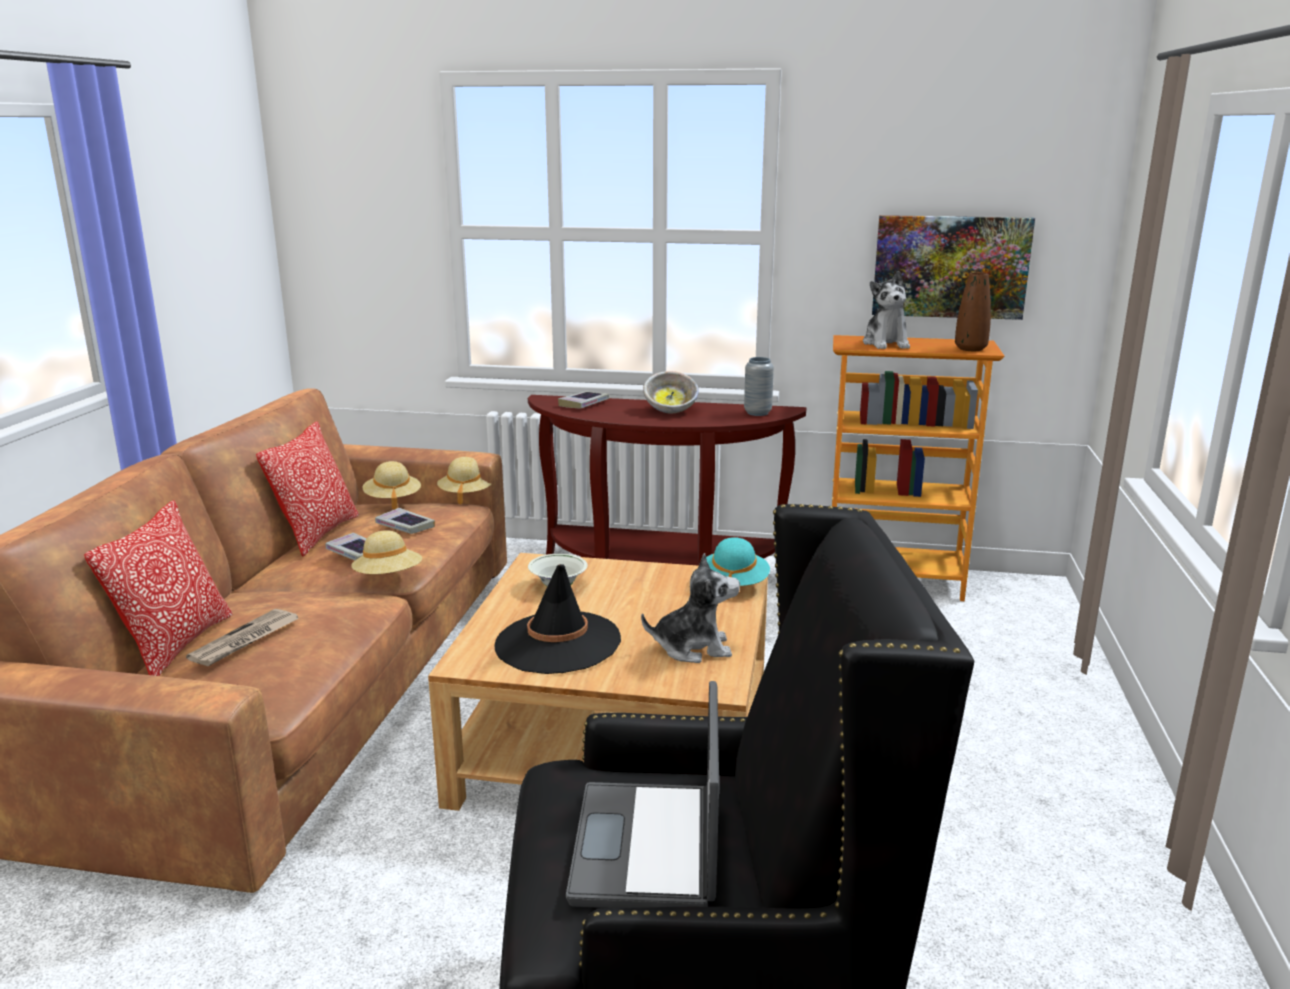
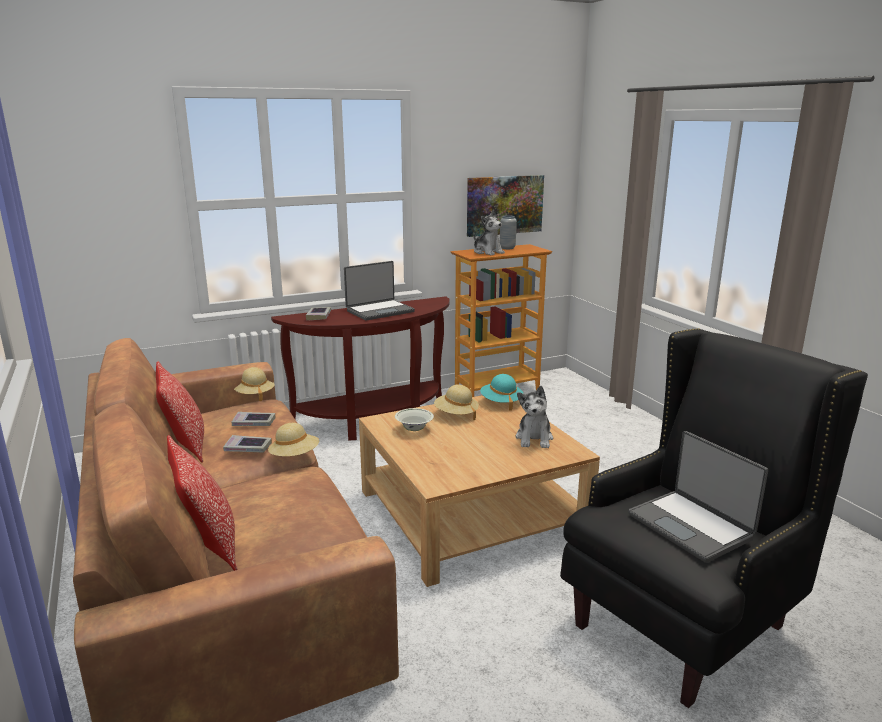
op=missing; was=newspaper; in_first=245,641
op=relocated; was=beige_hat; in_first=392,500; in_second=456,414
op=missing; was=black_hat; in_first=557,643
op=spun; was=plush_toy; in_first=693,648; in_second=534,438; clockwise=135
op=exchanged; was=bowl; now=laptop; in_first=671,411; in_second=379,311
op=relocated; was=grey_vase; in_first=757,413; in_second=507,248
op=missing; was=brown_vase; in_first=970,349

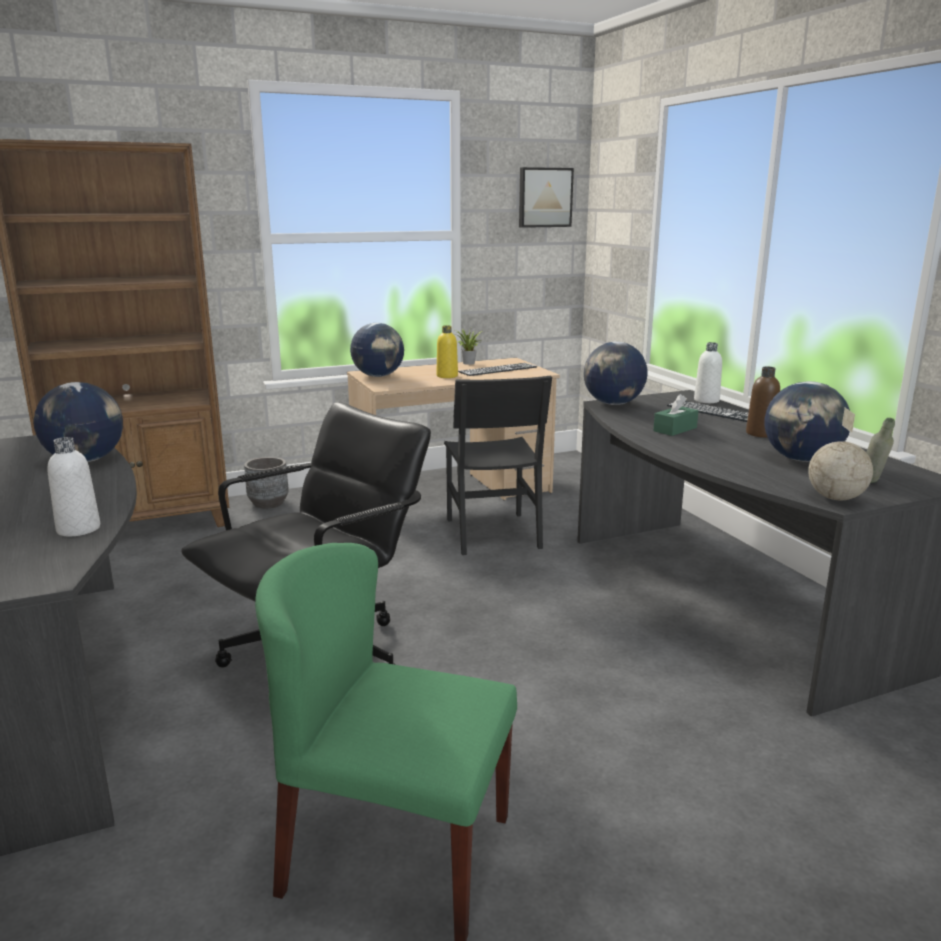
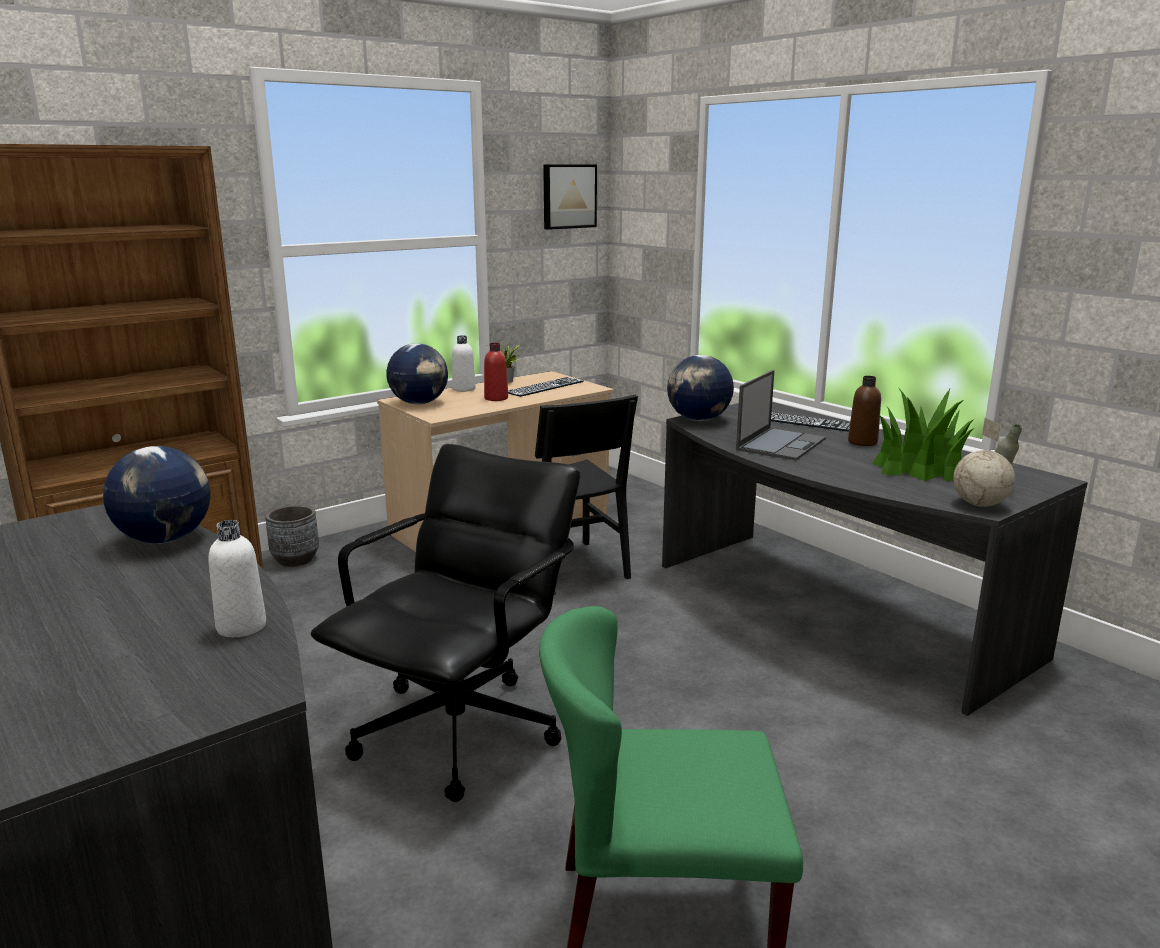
op=colour; was=yellow_bottle; now=red_bottle; in_first=447,376; in_second=496,398
op=exchanged; was=green_tissue_box; now=laptop; in_first=675,429; in_second=781,444
op=relocated; was=white_bottle; in_first=706,400; in_second=464,389
op=exchanged; was=globe; now=potted_plant; in_first=801,459; in_second=919,467

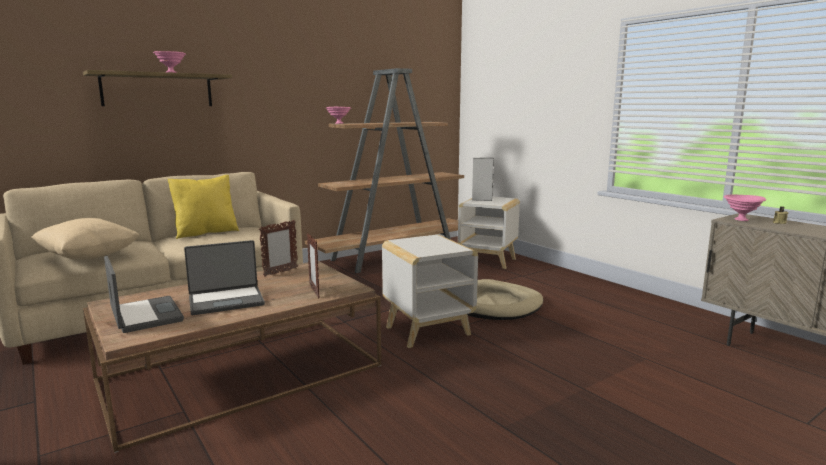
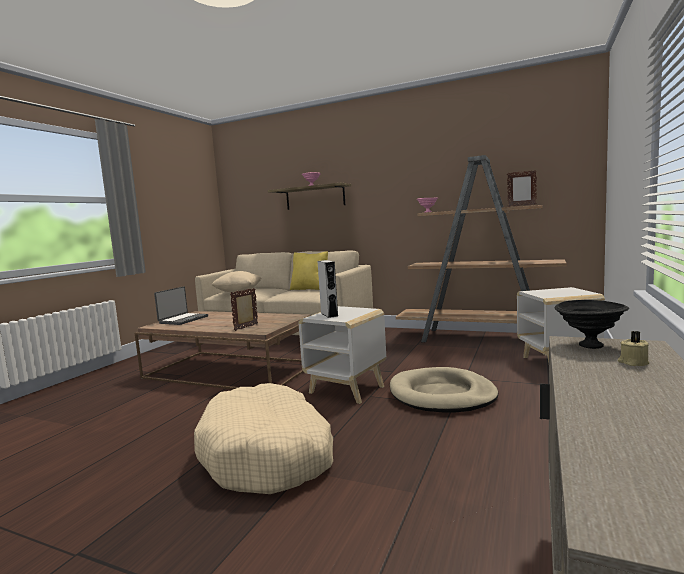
op=missing; was=laptop; in_first=226,301
op=relocated; was=picture_frame; in_first=280,272; in_second=521,206
op=relocated; was=grey_speaker; in_first=482,199; in_second=329,314
op=colour; was=pink_bowl; now=black_bowl; in_first=742,220; in_second=589,346
op=appeared; now=beige_dog_bed; in_second=268,454

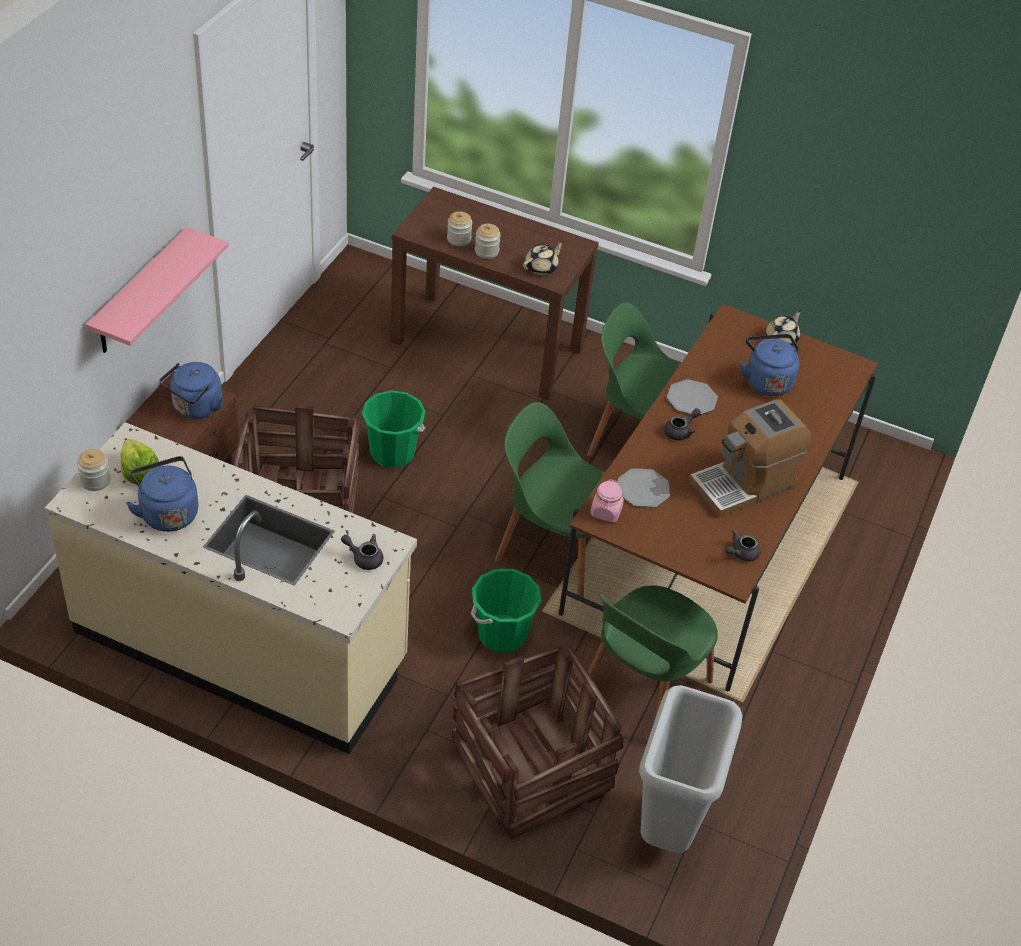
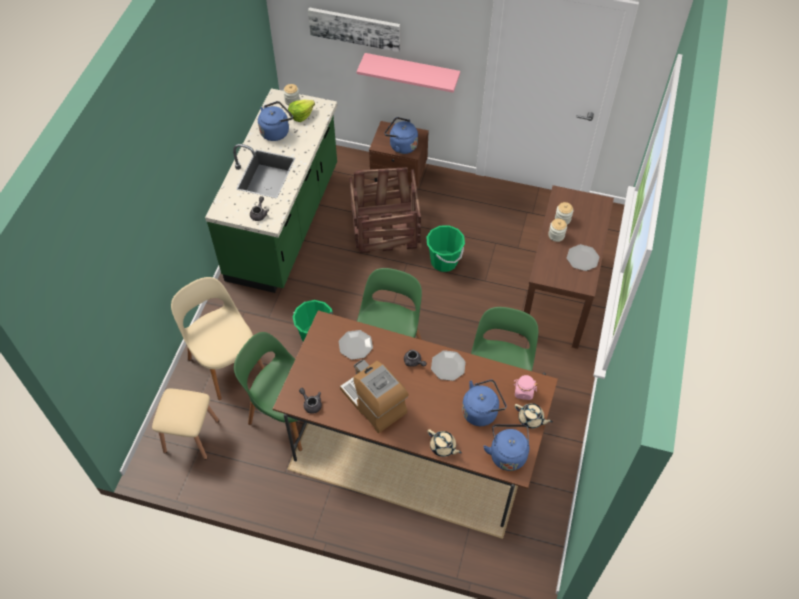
op=colour; was=beige_counter; now=green_counter; in_first=241,647; in_second=285,223
op=exchanged; was=crate; now=beige_chair; in_first=530,767; in_second=225,362
op=relocated; was=beige_teapot; in_first=542,267; in_second=443,447
op=relocated; was=pink_jar; in_first=606,512; in_second=523,392
op=exchanged; was=grey_trash_can; now=beige_stool; in_first=669,830; in_second=191,436
op=appeared; now=picture; in_second=355,28
op=appeared; now=blue_kettle; in_second=507,453
op=appeared; now=plate; in_second=582,258

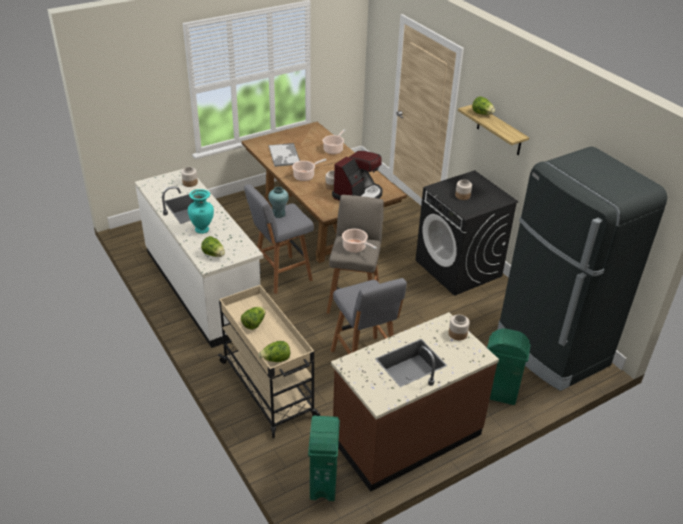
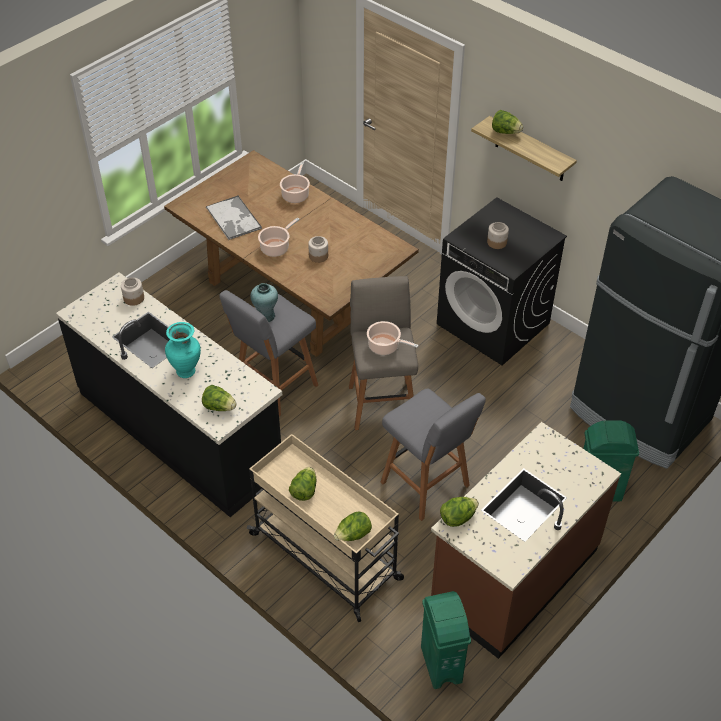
op=colour; was=white_counter; now=black_counter; in_first=203,287; in_second=180,430
op=missing; was=coffee_machine; in_first=358,195
op=missing; was=jar; in_first=457,333
op=appeared; now=lettuce; in_second=458,518

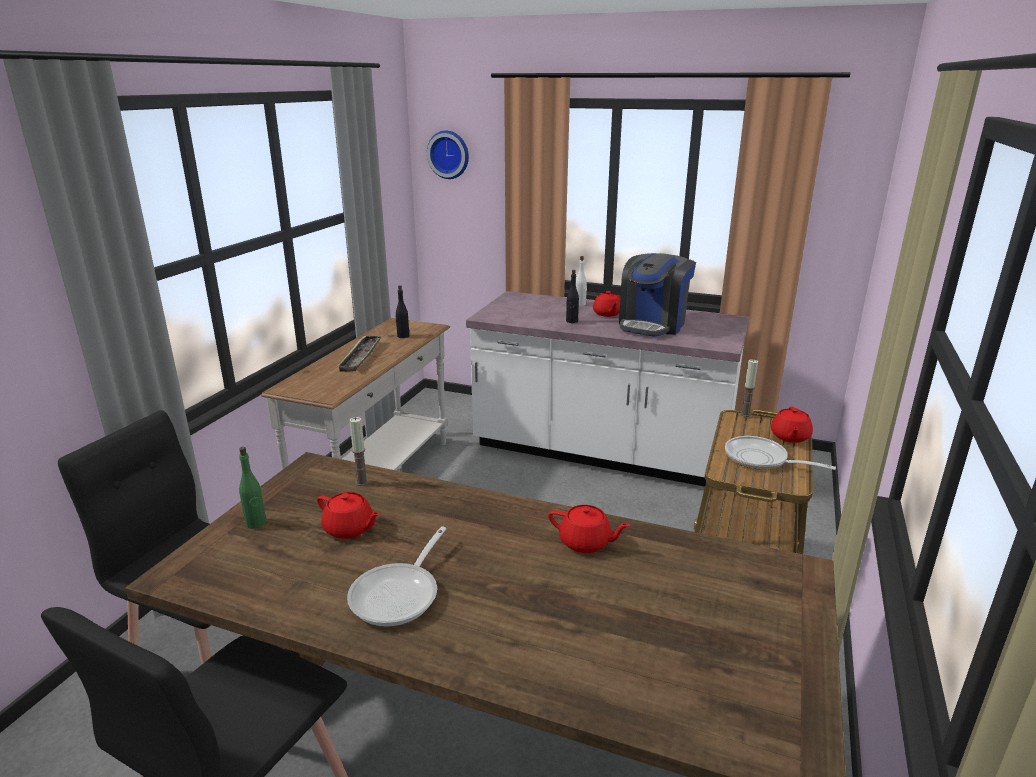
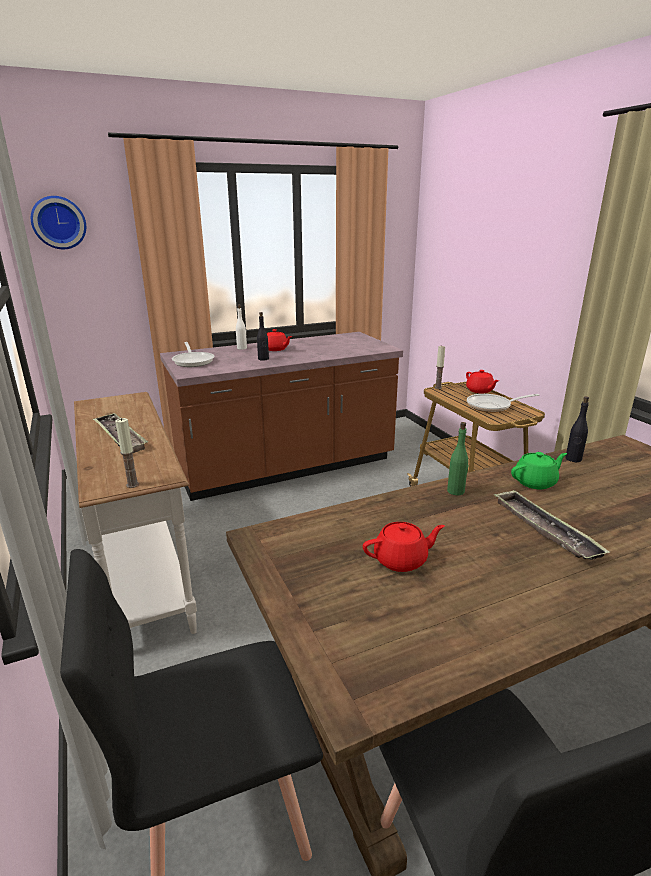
op=relocated; was=green_bottle; in_first=256,523; in_second=456,491
op=relocated; was=frying_pan; in_first=399,594; in_second=193,361
op=relocated; was=candle; in_first=362,482; in_second=132,485
op=relocated; was=black_bottle; in_first=403,336; in_second=573,459
op=colour; was=white_counter; now=brown_counter; in_first=601,451; in_second=286,467
op=colour; was=red_teapot; now=green_teapot; in_first=586,542; in_second=535,482
op=missing; was=coffee_machine; in_first=652,325
op=appeared; now=tray; in_second=544,529

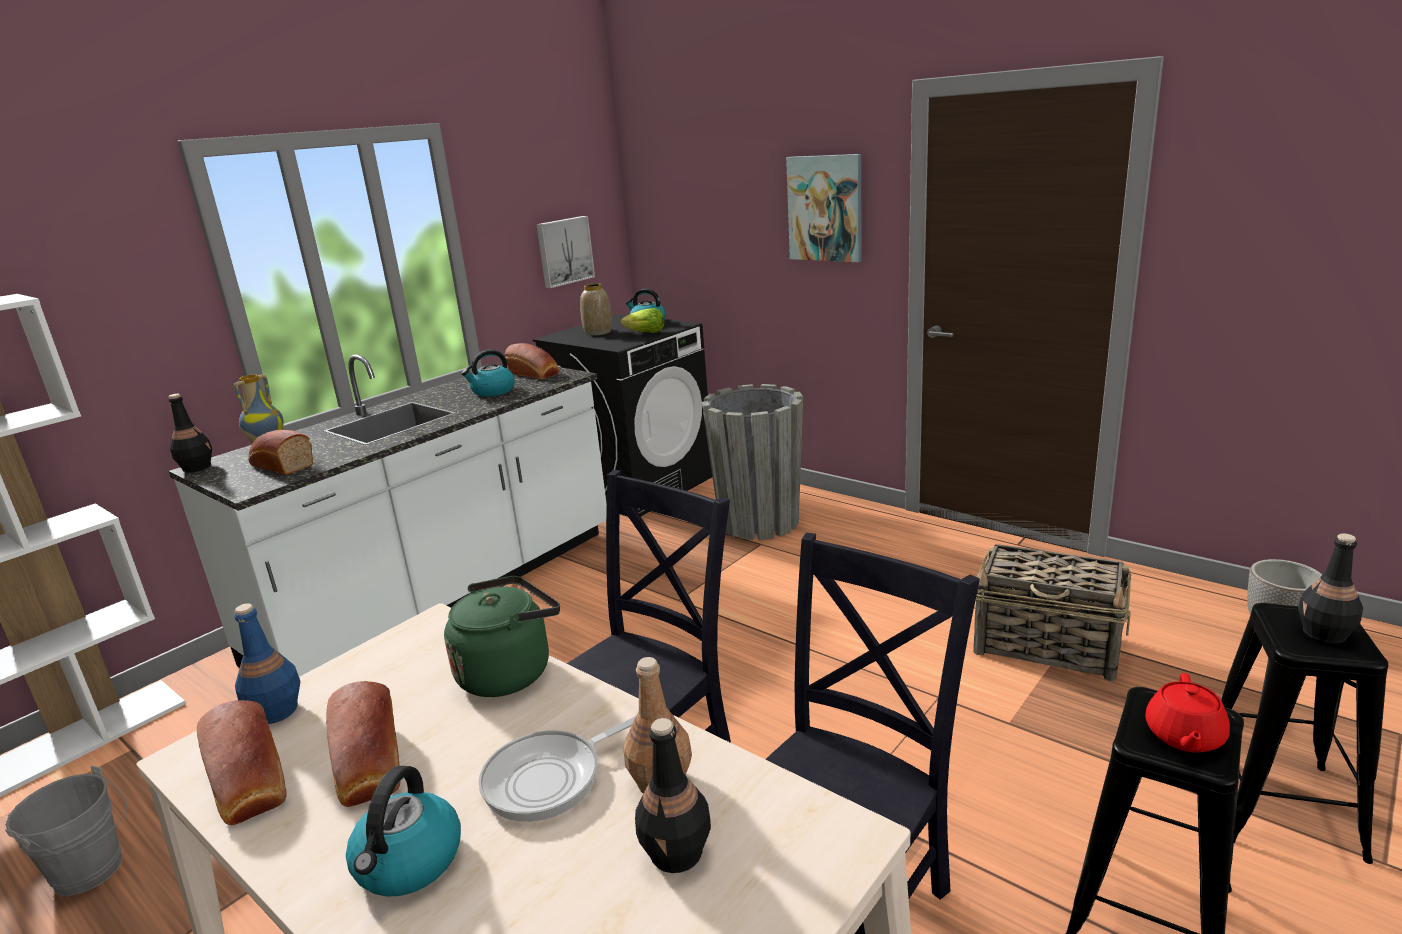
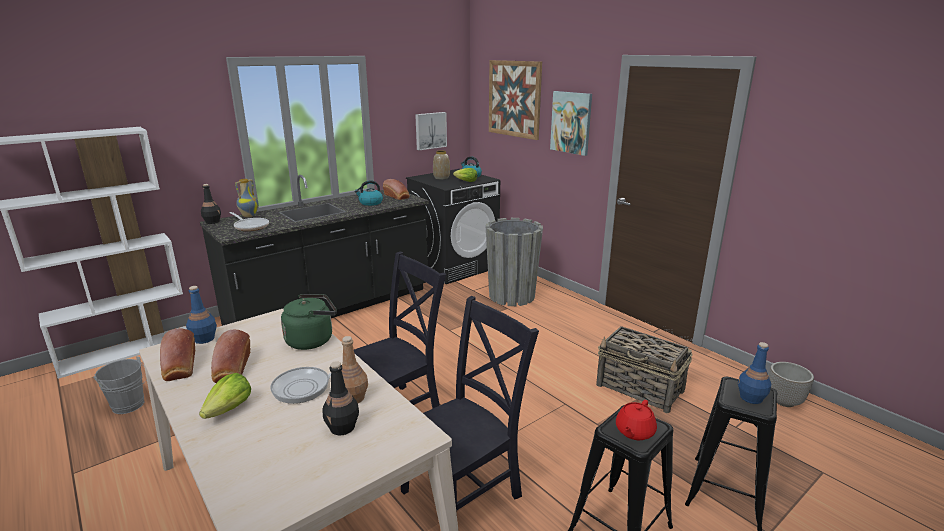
op=colour; was=white_counter; now=black_counter; in_first=445,596; in_second=332,308
op=exchanged; was=bread; now=frying_pan; in_first=281,465; in_second=250,226
op=exchanged; was=kettle; now=lettuce; in_first=409,863; in_second=229,409
op=colour; was=black_bottle; now=blue_bottle; in_first=1324,634; in_second=751,398
op=appeared; now=picture; in_second=514,99

